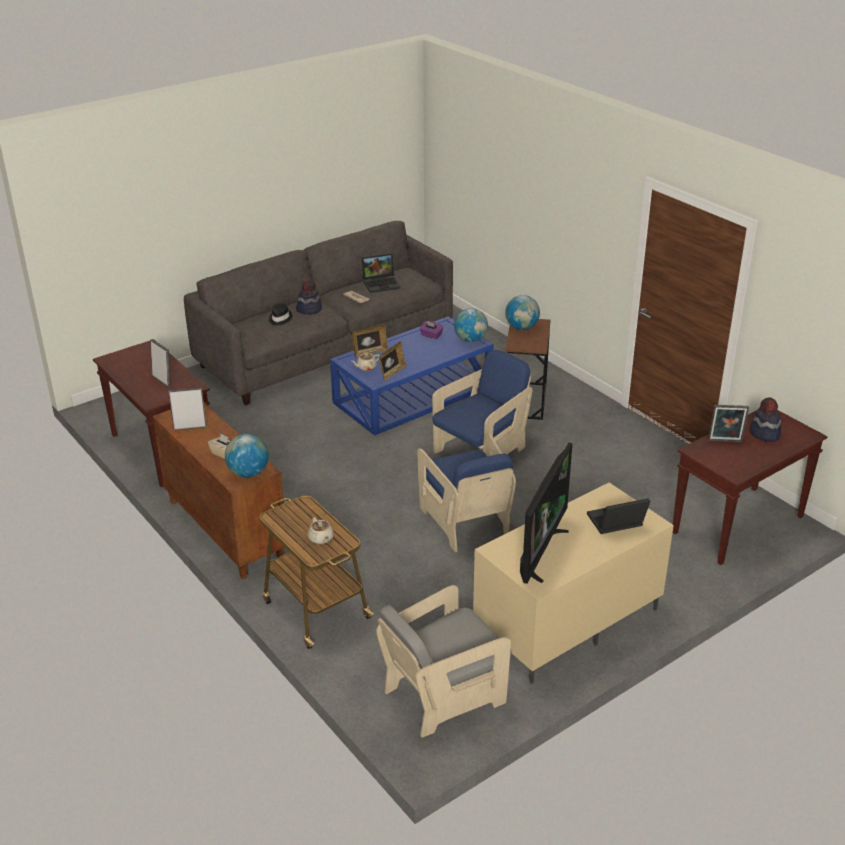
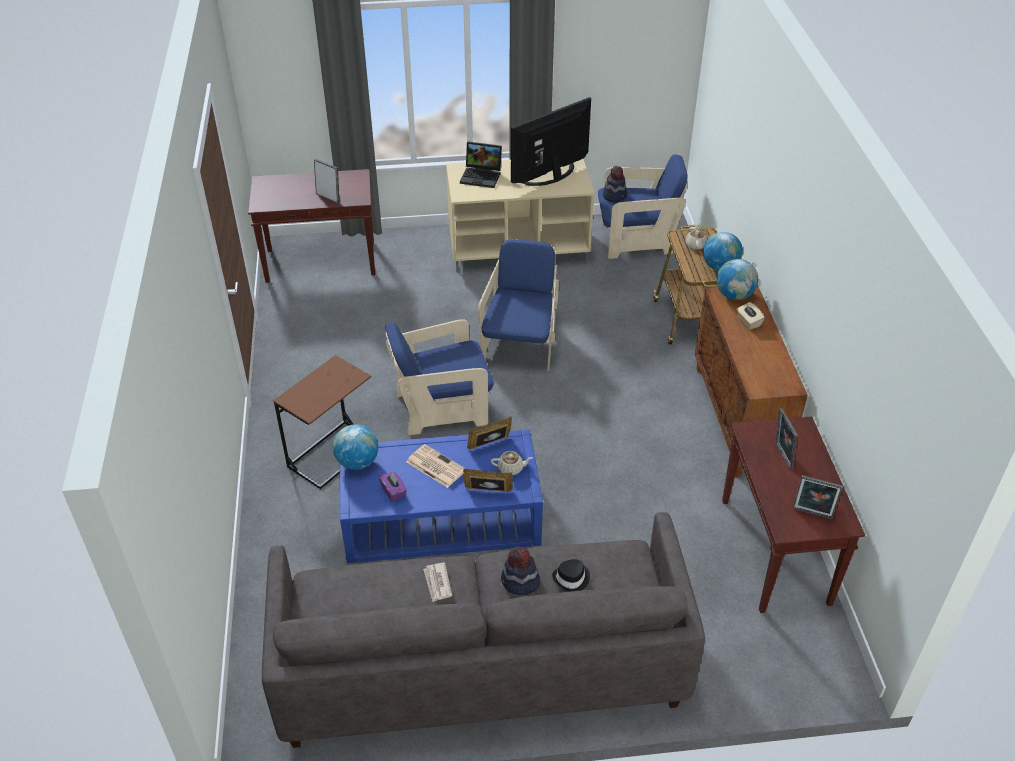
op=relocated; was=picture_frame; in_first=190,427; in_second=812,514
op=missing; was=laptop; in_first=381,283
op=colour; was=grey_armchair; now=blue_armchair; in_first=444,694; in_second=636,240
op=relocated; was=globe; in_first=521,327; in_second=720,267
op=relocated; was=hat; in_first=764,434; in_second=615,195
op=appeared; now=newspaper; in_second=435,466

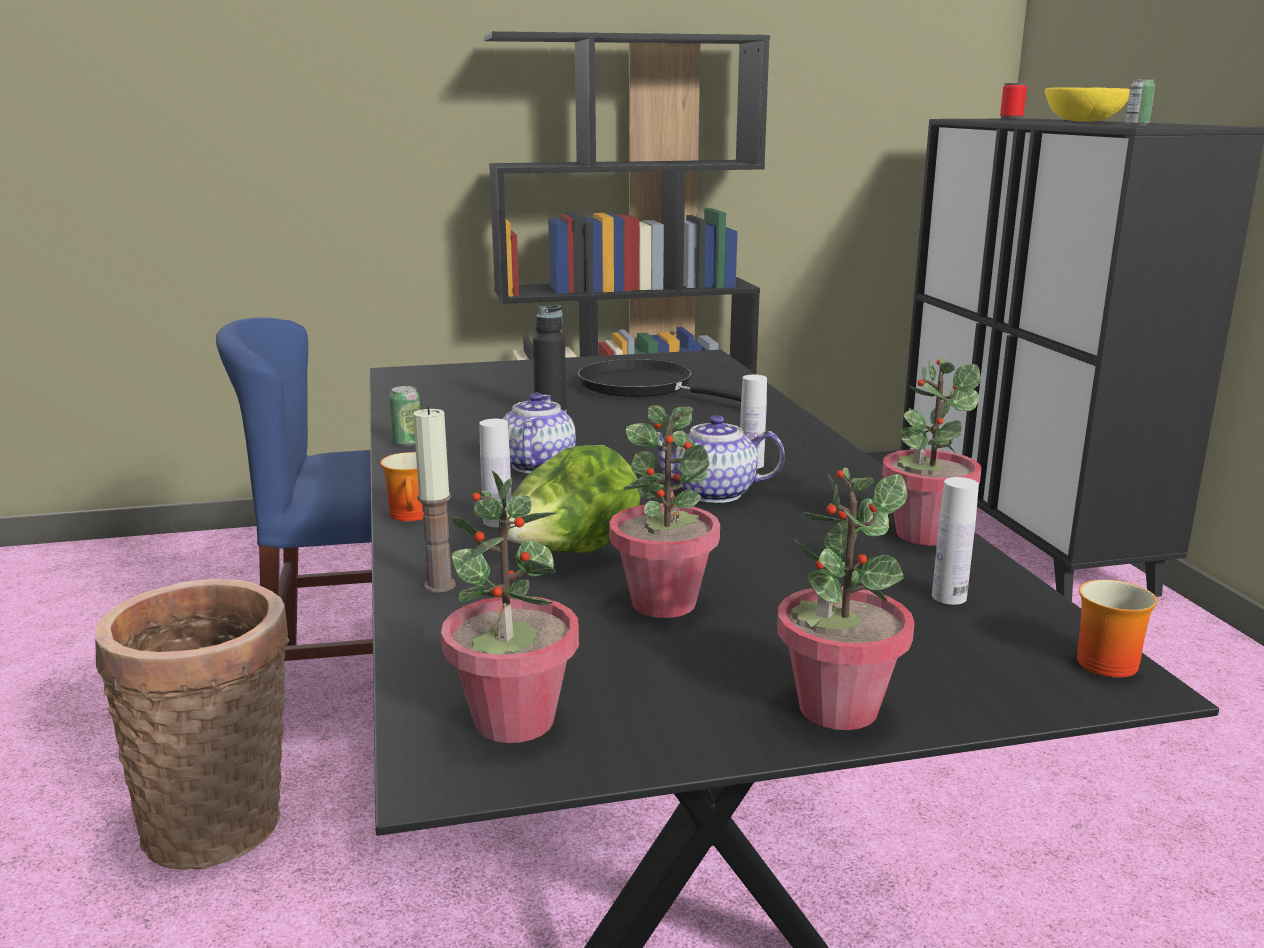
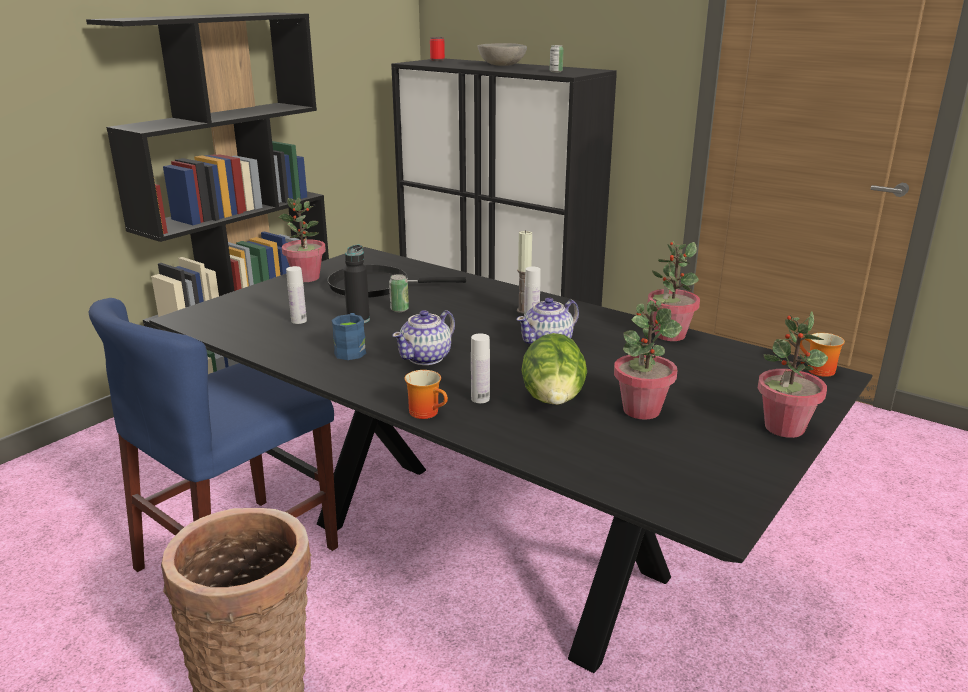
op=relocated; was=can; in_first=407,442; in_second=399,309
op=relocated; was=candle; in_first=439,585; in_second=523,310
op=relocated; was=potted_plant; in_first=513,721; in_second=306,278
op=spun; was=teapot; in_first=536,466; in_second=426,357; clockwise=-105
op=relocated; was=white_bottle; in_first=949,597; in_second=299,321
op=colour; was=yellow_bowl; now=grey_bowl; in_first=1084,121; in_second=502,65
op=appeared; now=blue_mug; in_second=351,350

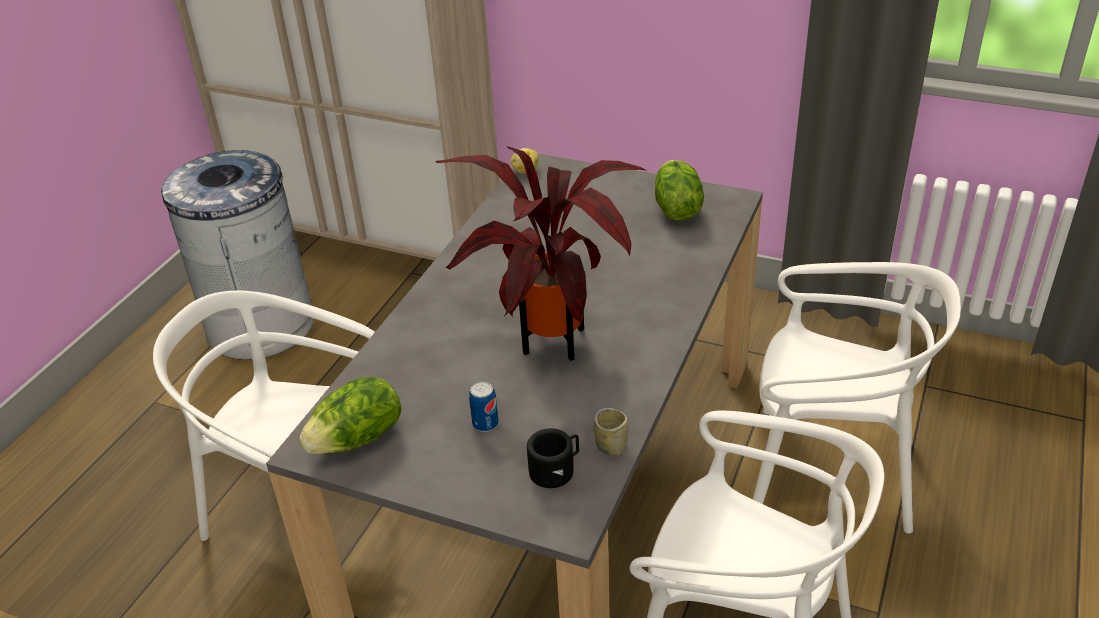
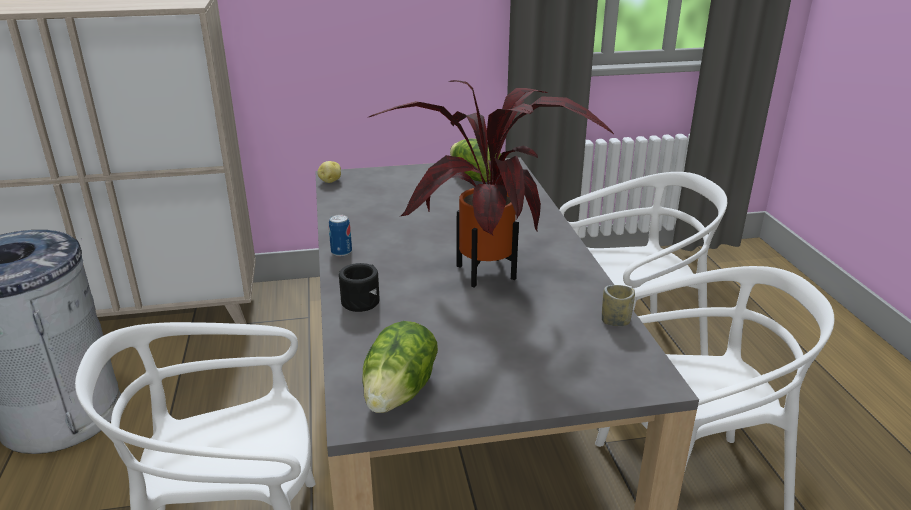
op=relocated; was=can; in_first=485,424; in_second=341,252
op=relocated; was=black_mug; in_first=556,470; in_second=362,300

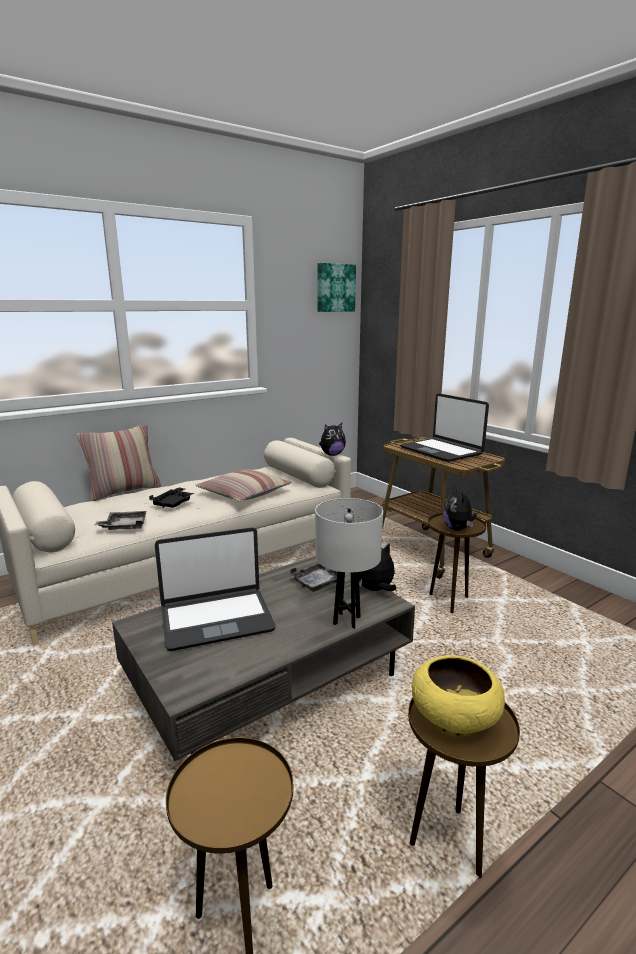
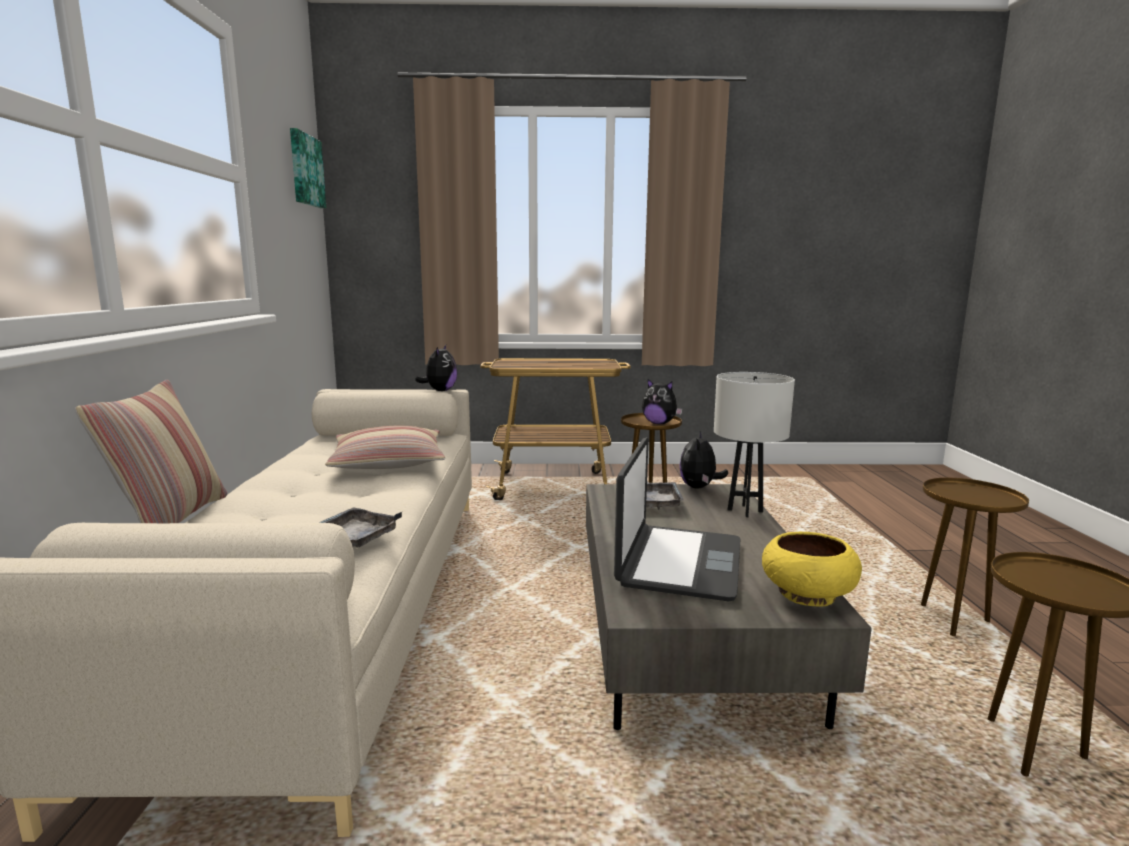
op=missing; was=black_tray; in_first=173,503
op=missing; was=laptop; in_first=441,451
op=relocated; was=yellow_bowl; in_first=454,717; in_second=806,594

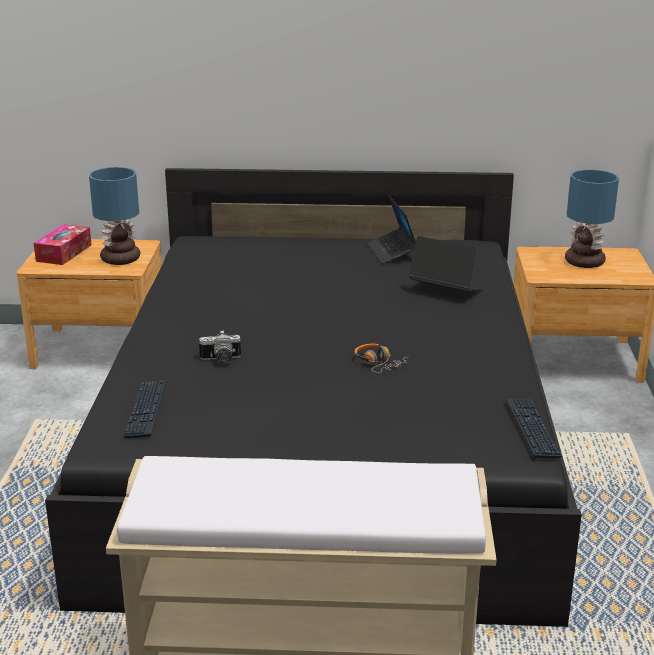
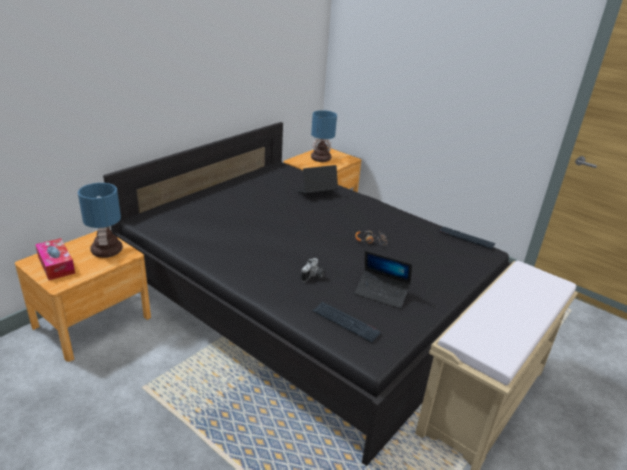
op=relocated; was=laptop; in_first=392,252; in_second=381,293

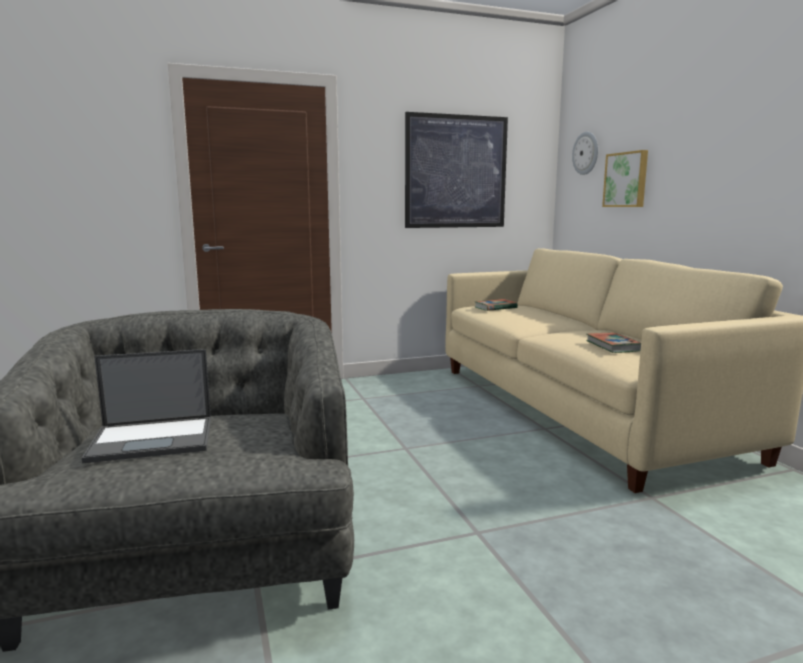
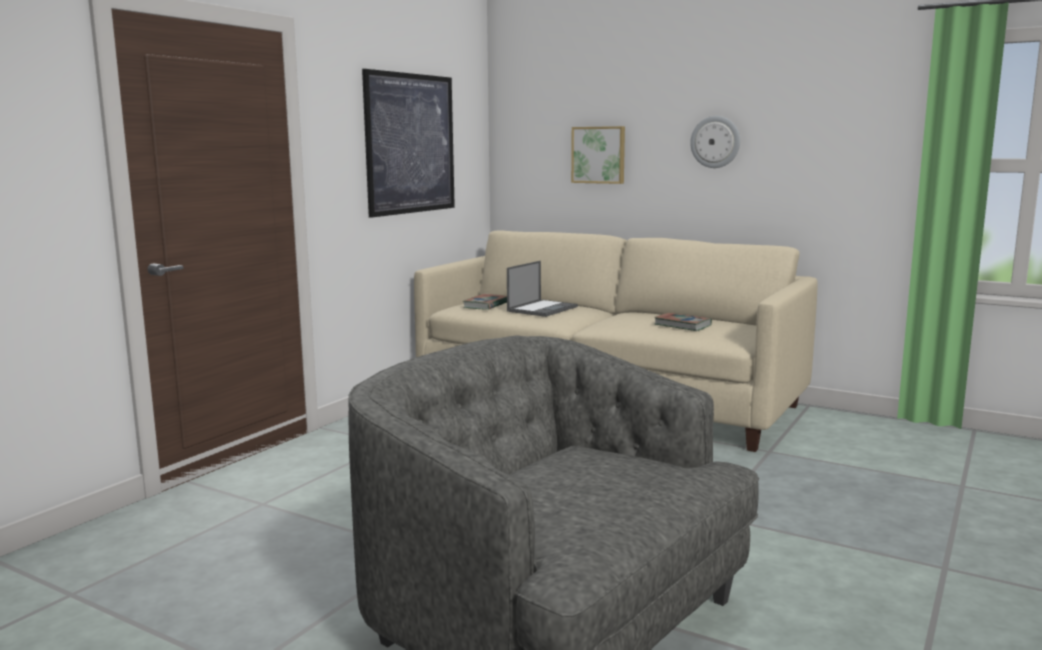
op=relocated; was=laptop; in_first=154,439; in_second=542,309
op=relocated; was=wall_clock; in_first=586,153; in_second=715,142

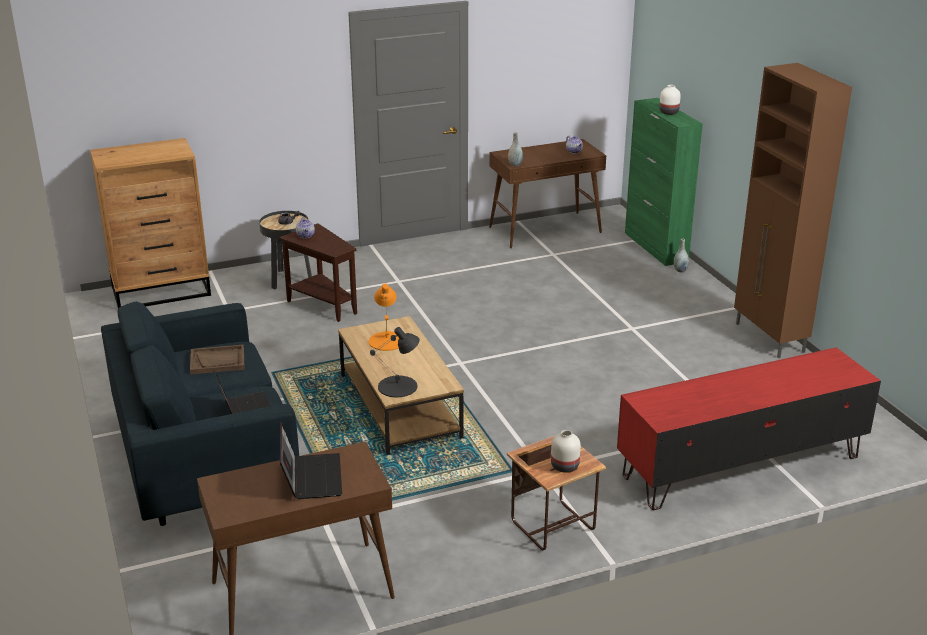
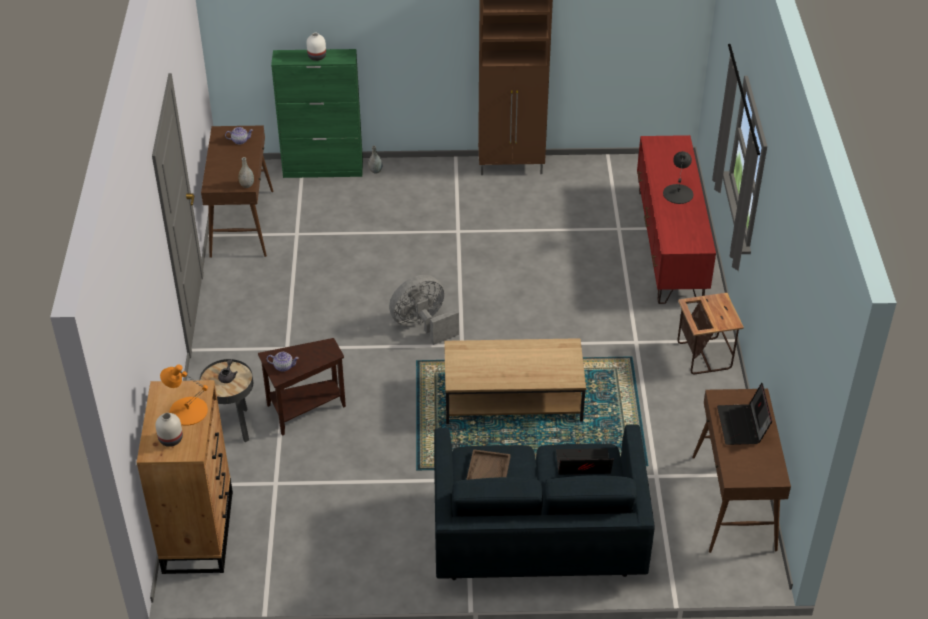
op=spun; was=laptop; in_first=311,477; in_second=742,426; clockwise=-105
op=relocated; was=orange_table_lamp; in_first=387,341; in_second=188,411
op=relocated; was=black_table_lamp; in_first=398,386; in_second=678,193
op=relocated; was=white_vase; in_first=564,467; in_second=171,439
op=appeared; now=grey_fan; in_second=423,326

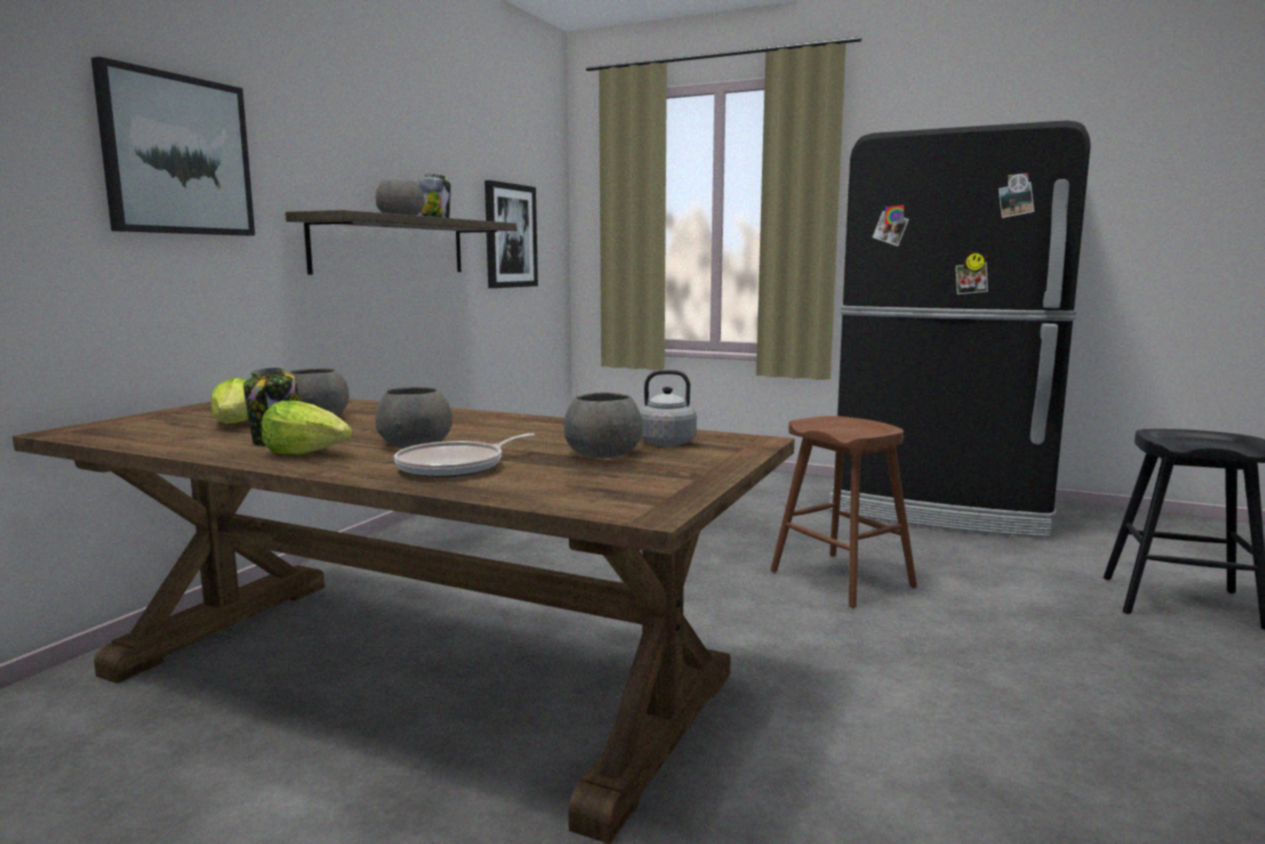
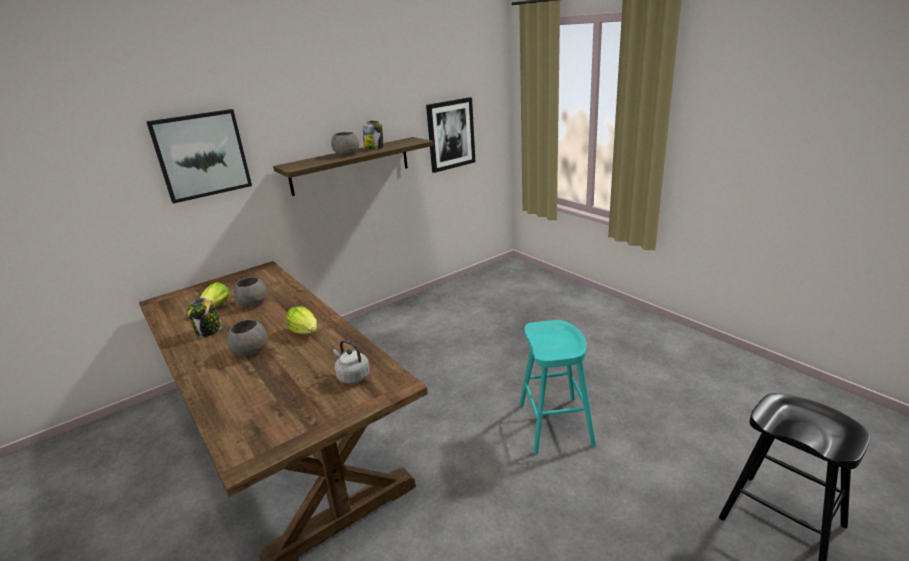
op=relocated; was=lettuce; in_first=308,454; in_second=305,331
op=missing; was=frying_pan; in_first=456,467
op=missing; was=grey_bowl; in_first=602,454
op=colour; was=brown_stool; now=turquoise_stool; in_first=841,579; in_second=555,424
op=missing; was=black_fridge; in_first=941,508

